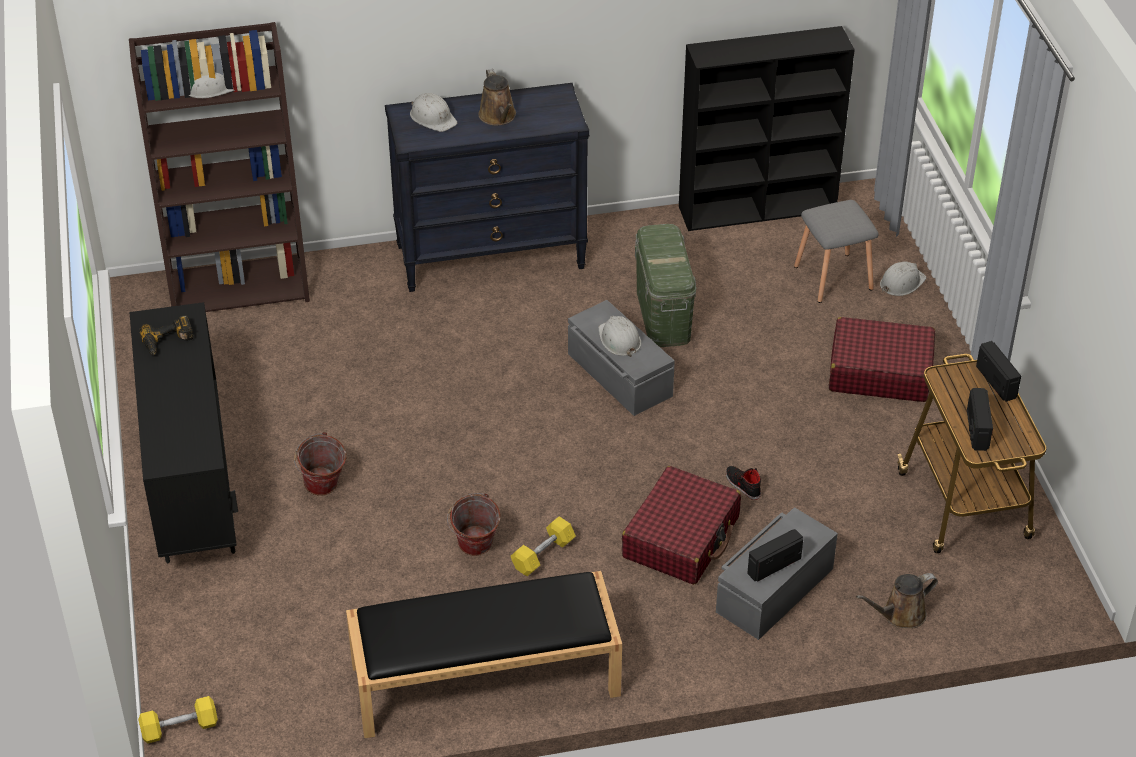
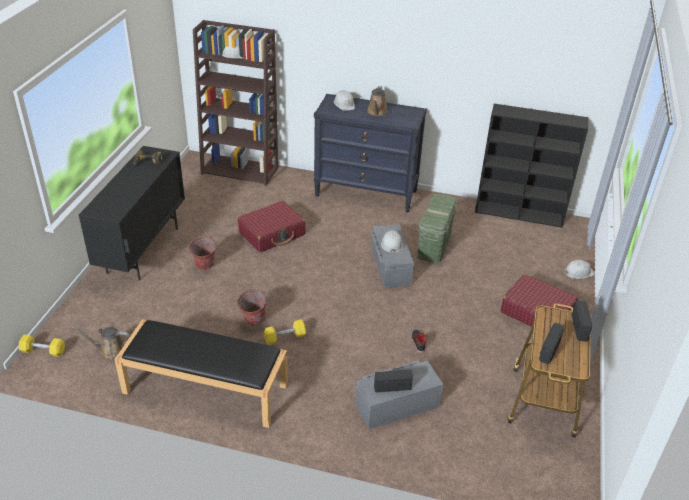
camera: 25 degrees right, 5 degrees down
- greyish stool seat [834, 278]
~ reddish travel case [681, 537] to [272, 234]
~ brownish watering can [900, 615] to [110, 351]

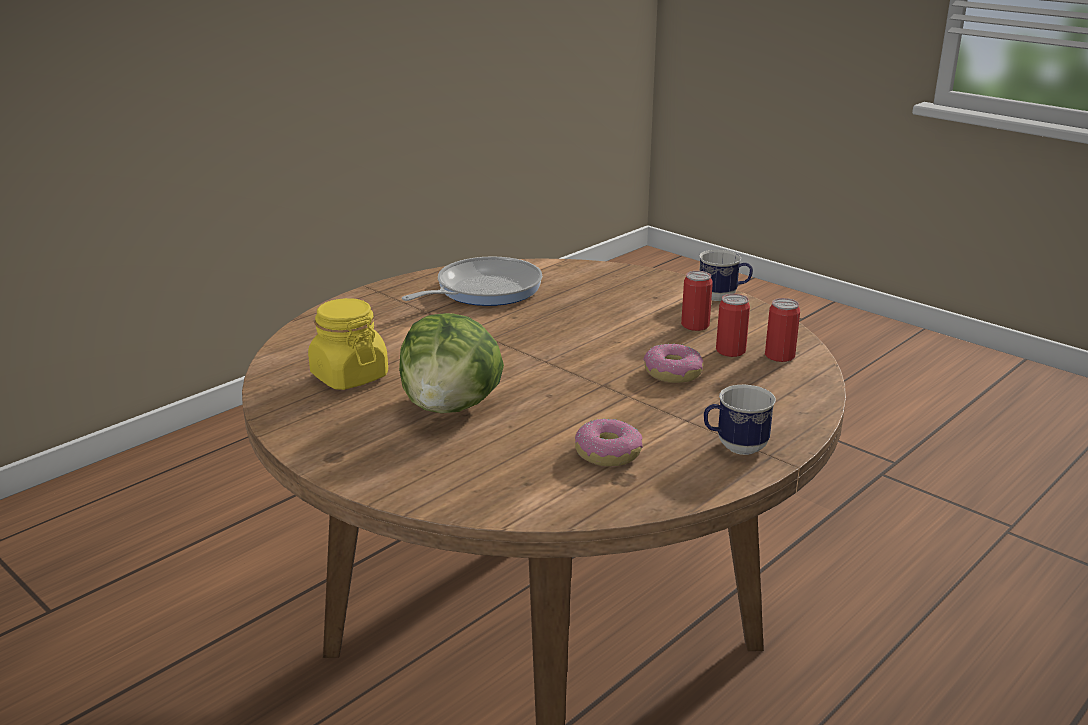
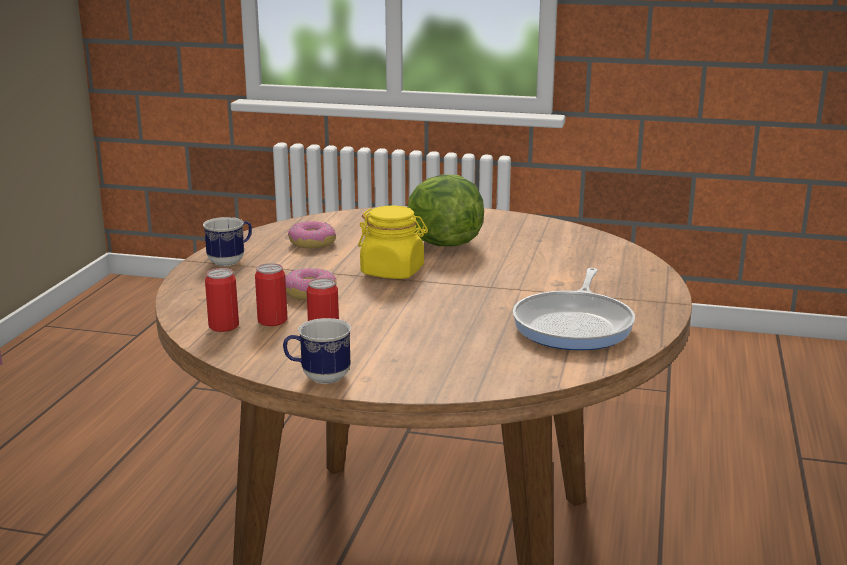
camera: 150 degrees right, 5 degrees down
~ yellow-coloured preserve jar [349, 376] to [393, 272]

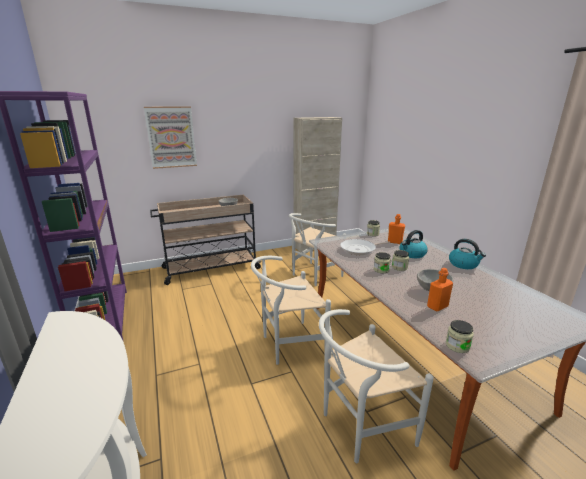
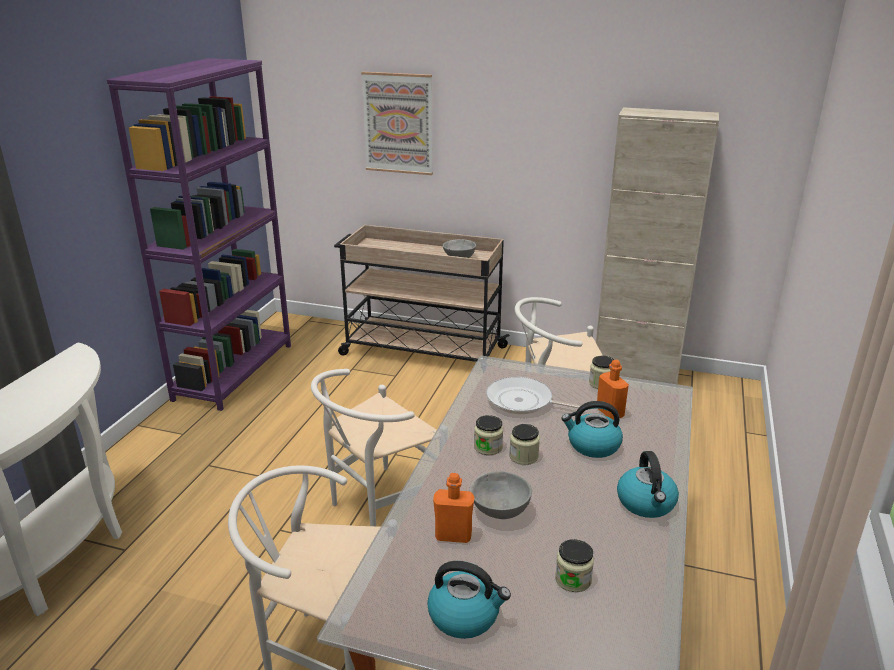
camera: 40 degrees right, 5 degrees up
~ white upright chair [288, 345] = [378, 509] 60 degrees counterclockwise
~ preserve jar [457, 346] to [573, 579]
+ water kettle [465, 615]

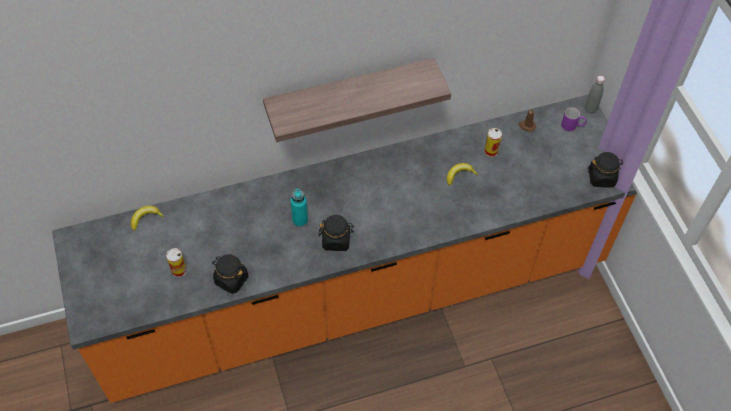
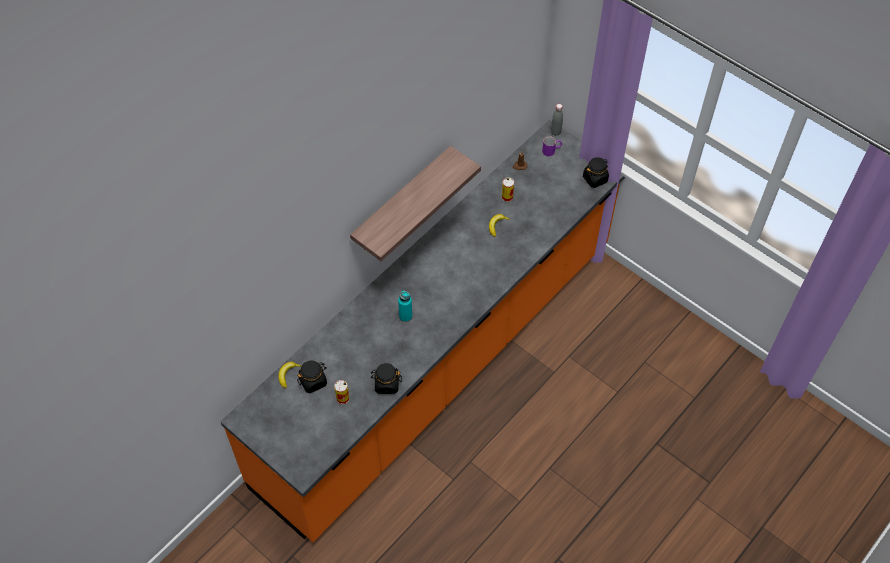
camera: 30 degrees left, 0 degrees up
~ black preserve jar [336, 240] to [313, 381]

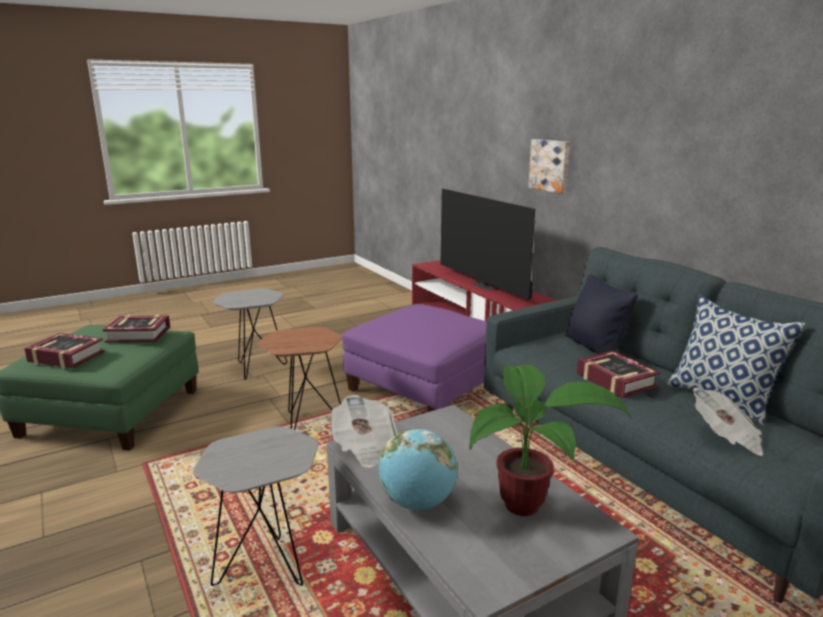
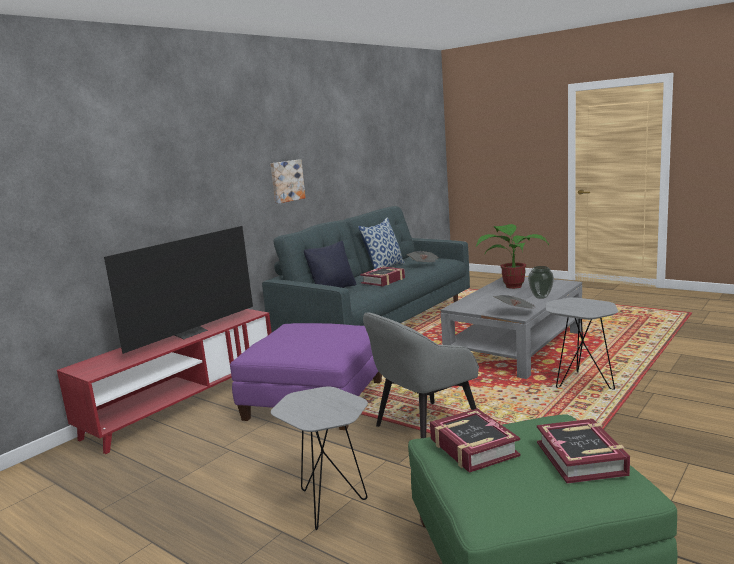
camera: 110 degrees left, 5 degrees down
~ wall picture [550, 165] to [286, 181]
~ brownish end table [305, 423] to greyish lounge chair [425, 427]
~ desk globe [418, 502] to decorative vase [541, 297]

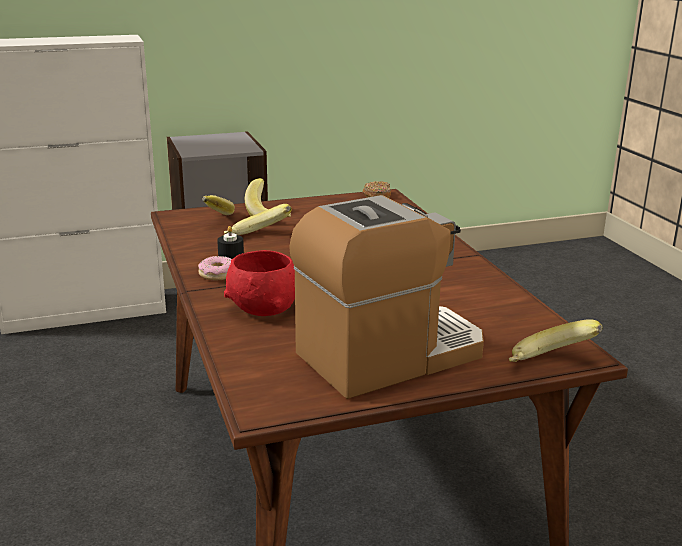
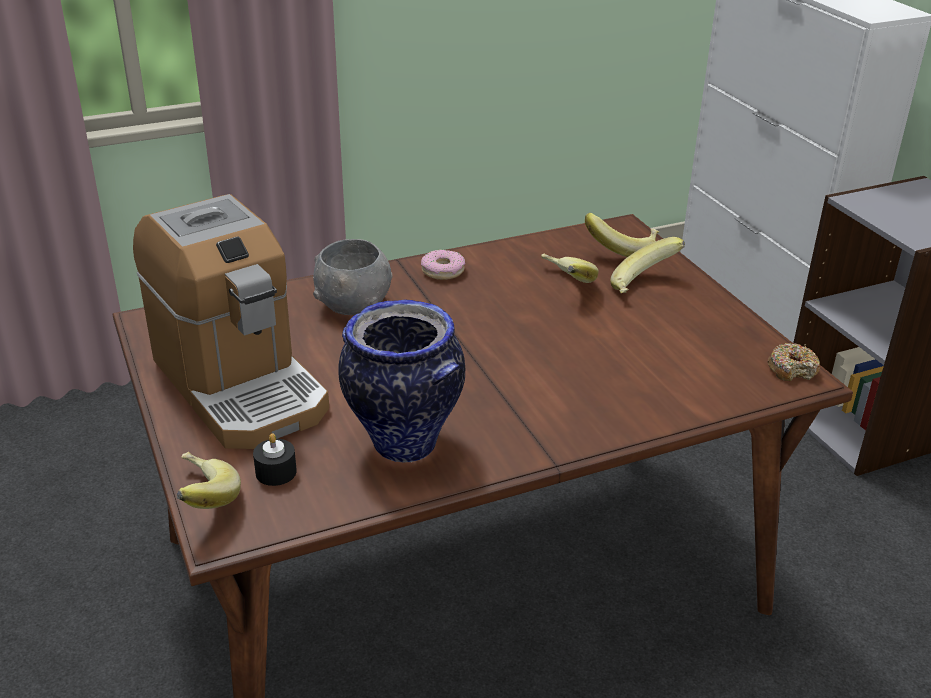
camera: 85 degrees right, 10 degrees up
~ black wax candle [231, 254] to [276, 472]
~ reddish serving bowl [263, 308] to greyish serving bowl [355, 304]
+ decorative vase [402, 444]

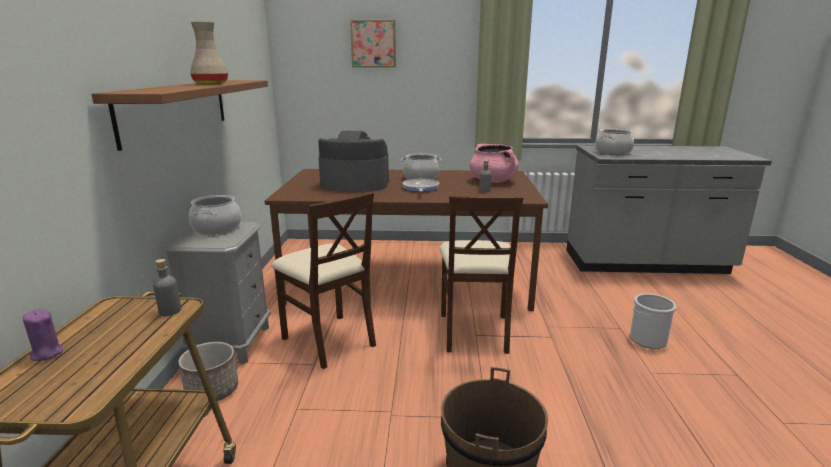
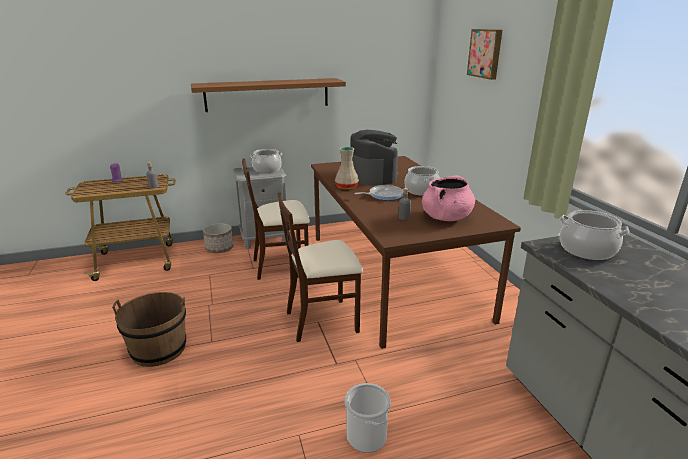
camera: 70 degrees right, 5 degrees up
~ sand-coloured decorative vase [211, 84] to [347, 186]
~ sand-coloured upright chair [329, 340] = [281, 265] 45 degrees clockwise

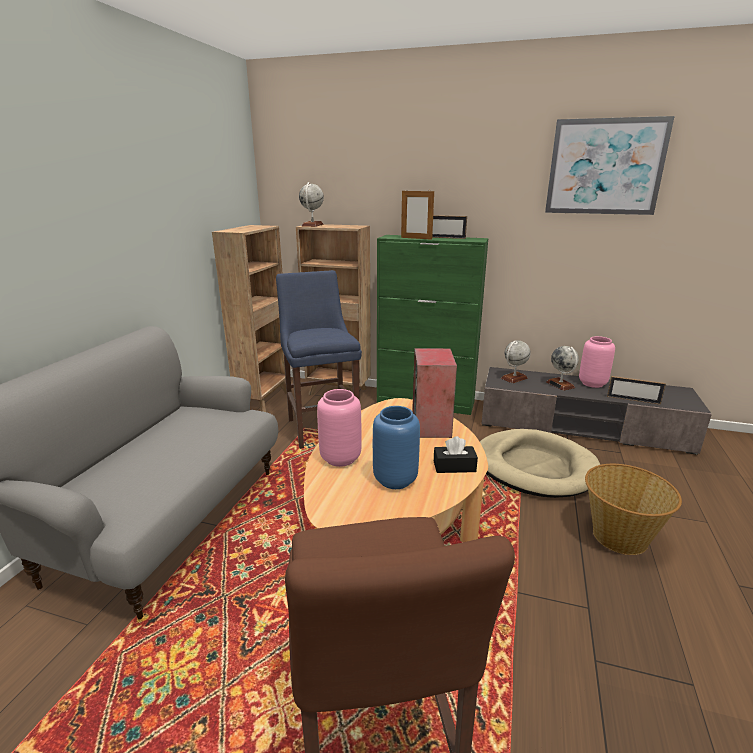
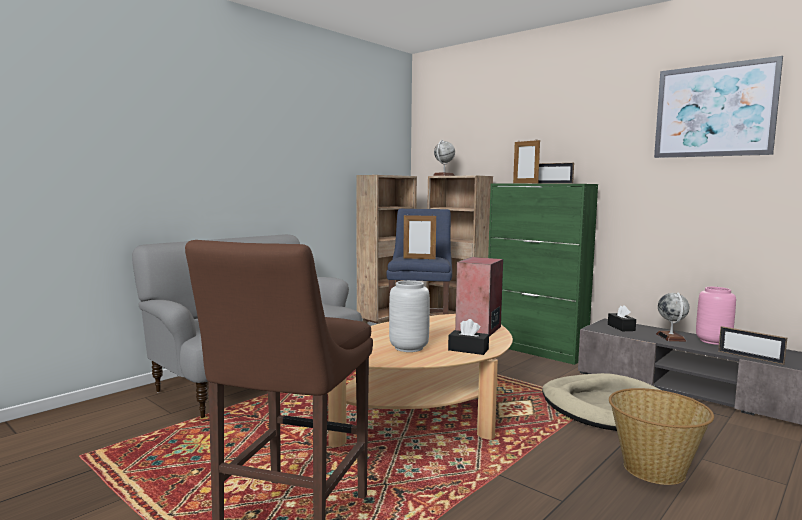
camera: 25 degrees right, 15 degrees down
~ desk globe [514, 378] to black tissue box [621, 327]
- pinkish decorative vase [340, 459]
~ blue-coloured decorative vase [396, 479] to greyish decorative vase [409, 348]
+ photo frame [419, 258]

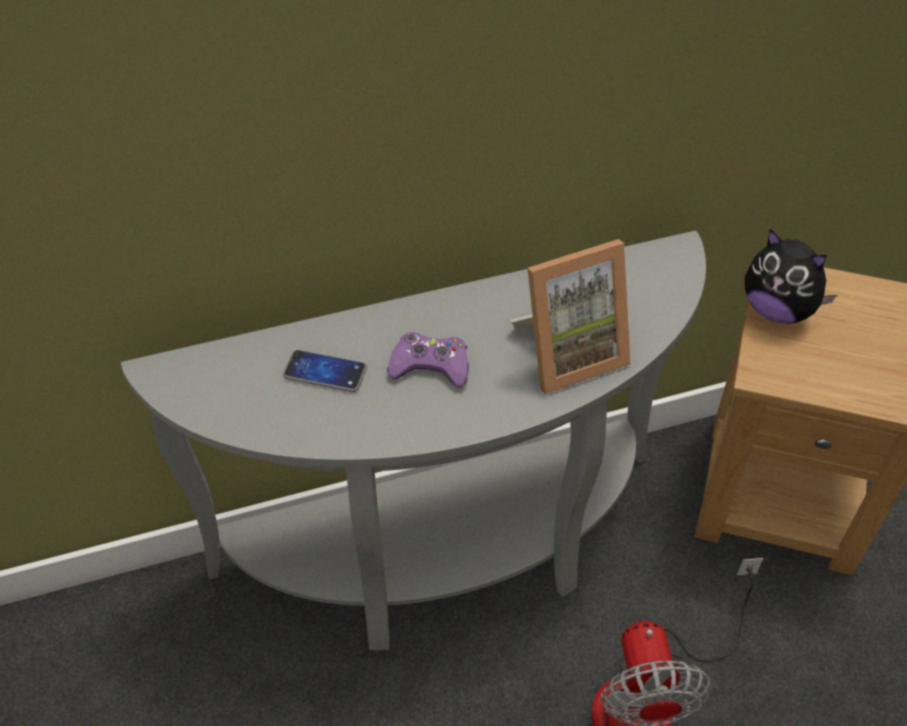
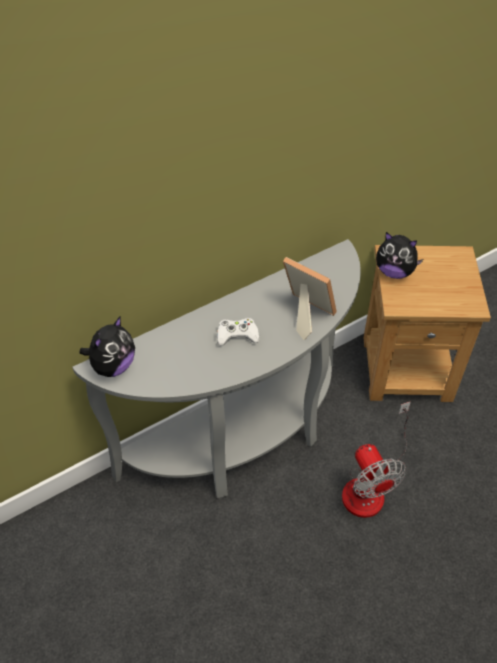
camera: 15 degrees left, 0 degrees up
~ photo frame [568, 353] = [304, 314] 105 degrees counterclockwise
~ purple gamepad [430, 365] to white gamepad [237, 335]
- telephone [325, 372]
+ cuddly toy [113, 366]

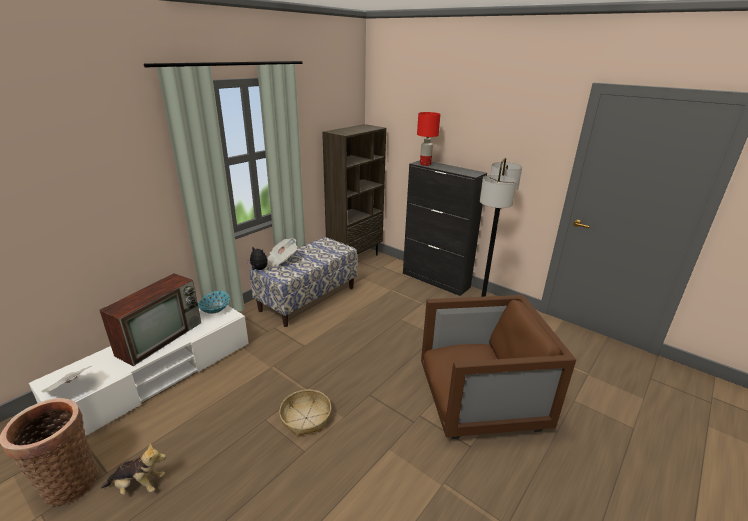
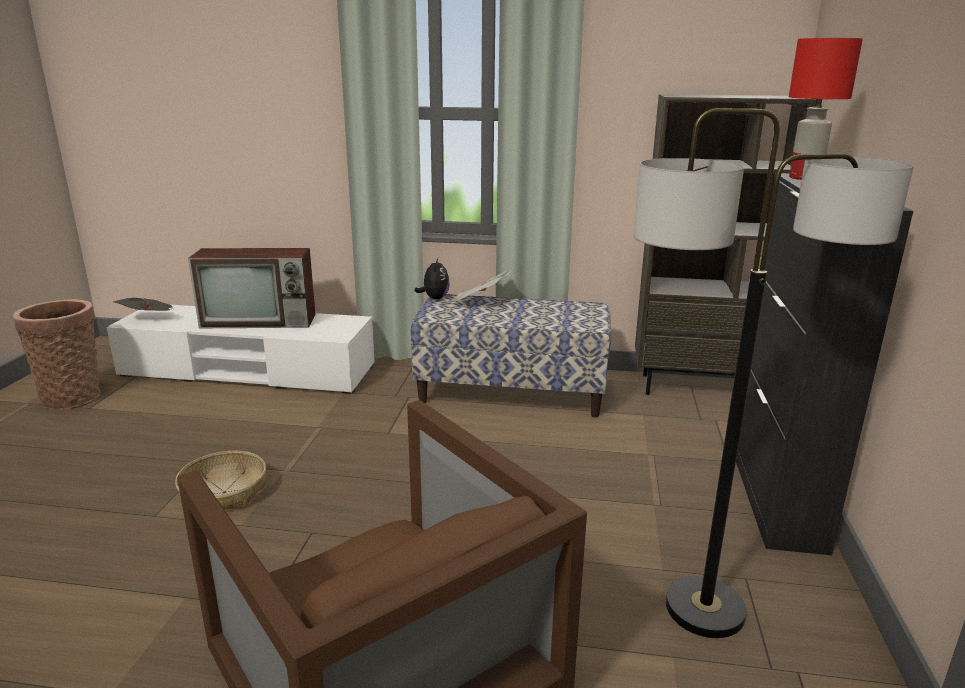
camera: 60 degrees right, 5 degrees down
- serving bowl [215, 309]
- cuddly toy [138, 485]

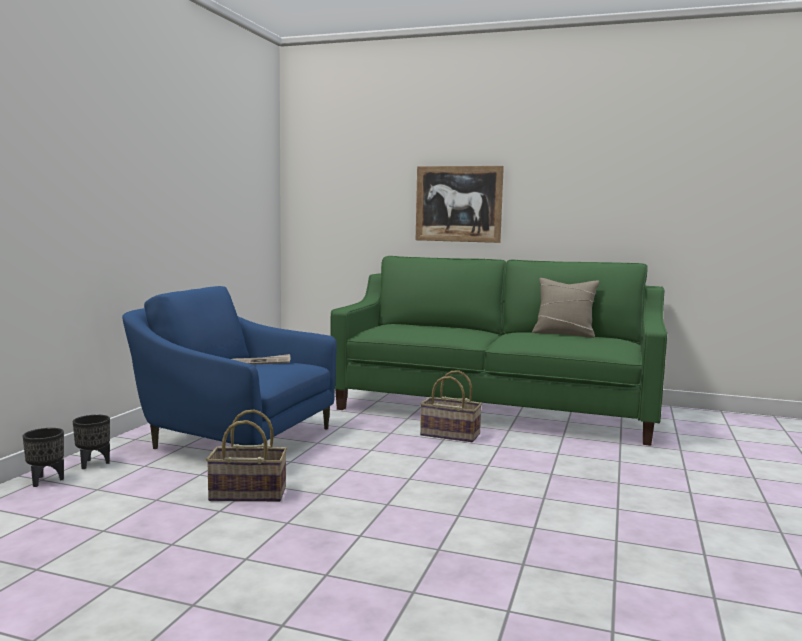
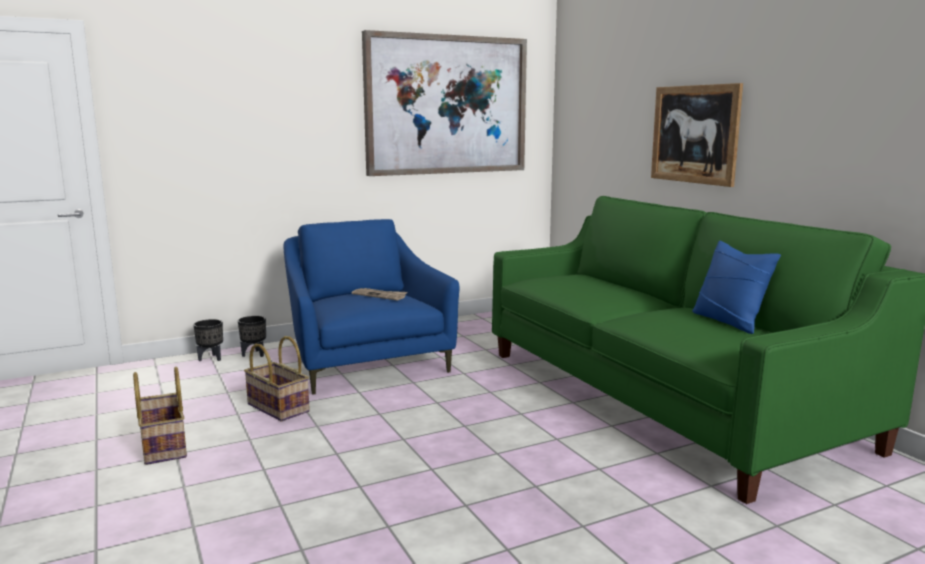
camera: 45 degrees right, 5 degrees up
~ sand-coloured cushion [564, 334] to blue-coloured cushion [729, 321]
~ basket [449, 435] to [163, 446]
+ wall picture [446, 105]

